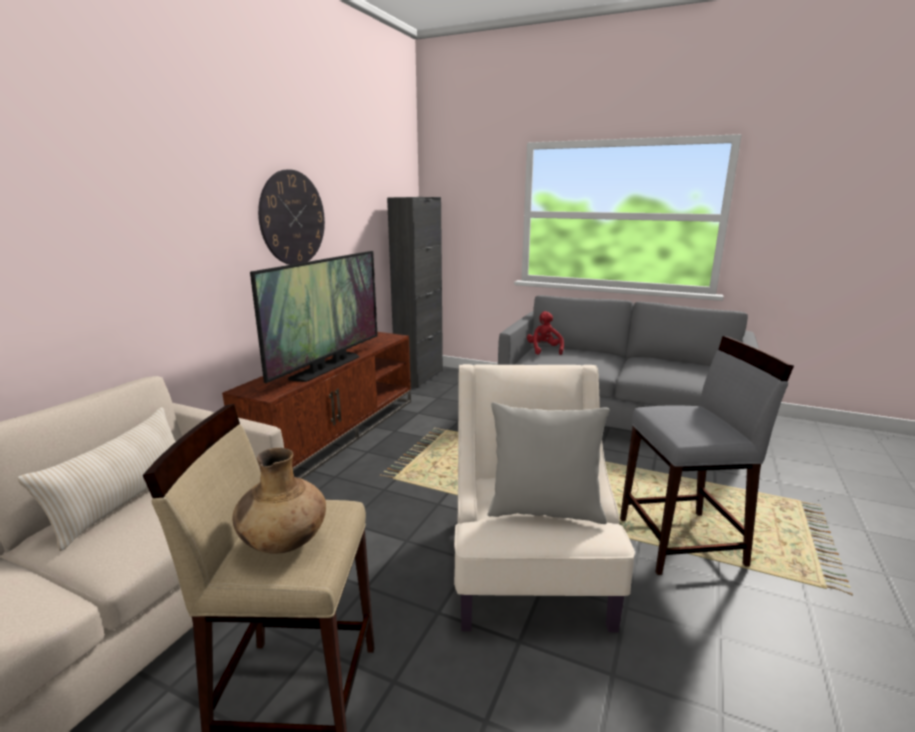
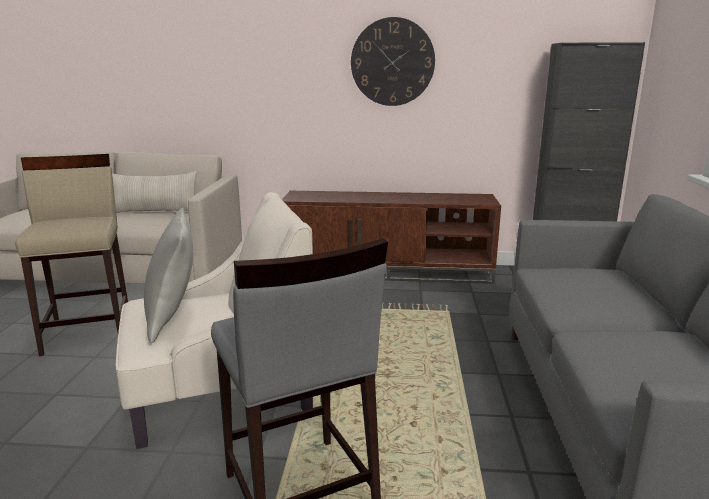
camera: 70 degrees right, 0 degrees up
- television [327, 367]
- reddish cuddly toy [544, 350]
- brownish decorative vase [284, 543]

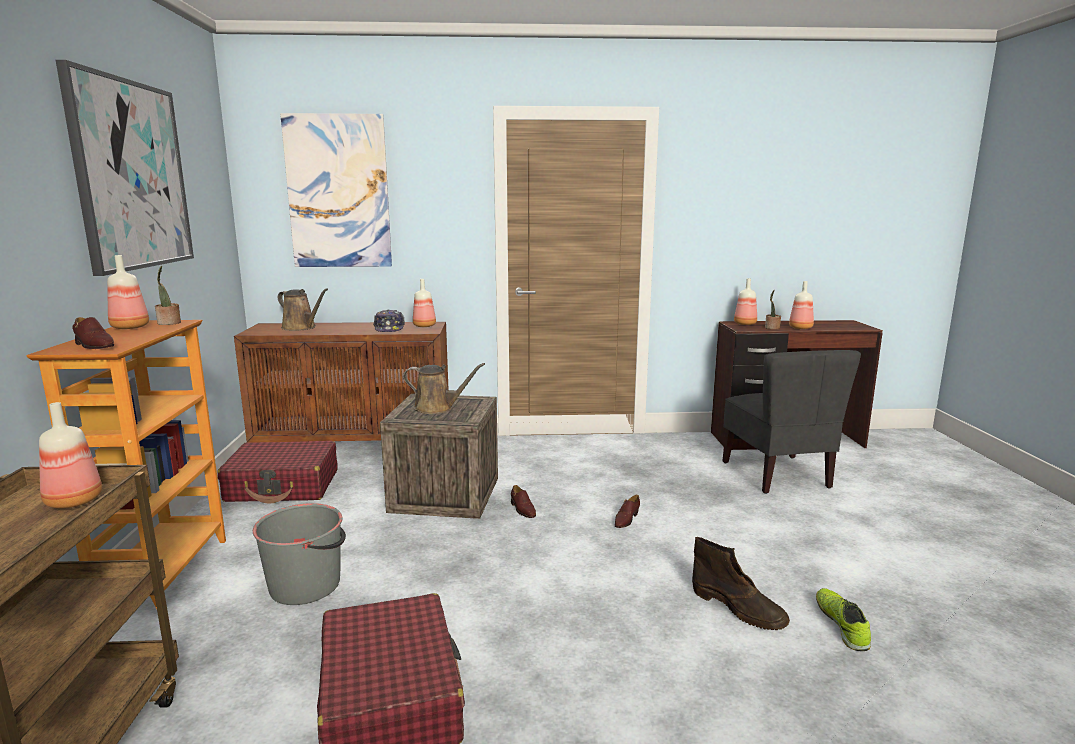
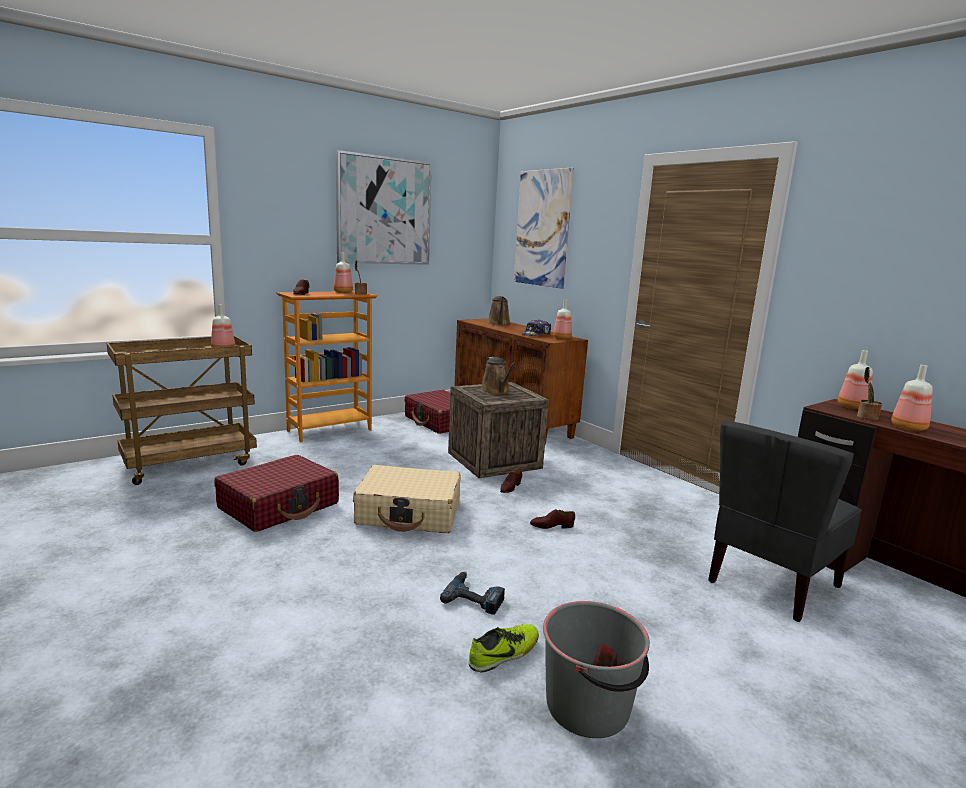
camera: 55 degrees right, 0 degrees up
~ greyish bucket [306, 585] to [589, 707]
~ brownish tall boot [738, 608] to power drill [474, 597]
+ sand-coloured travel case [409, 513]

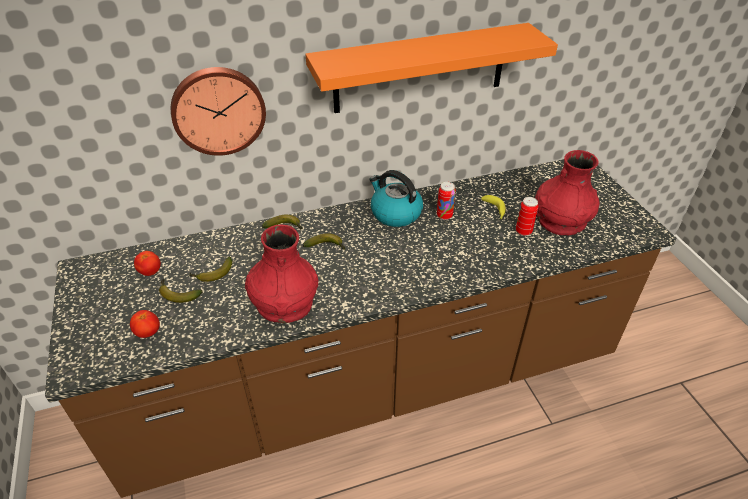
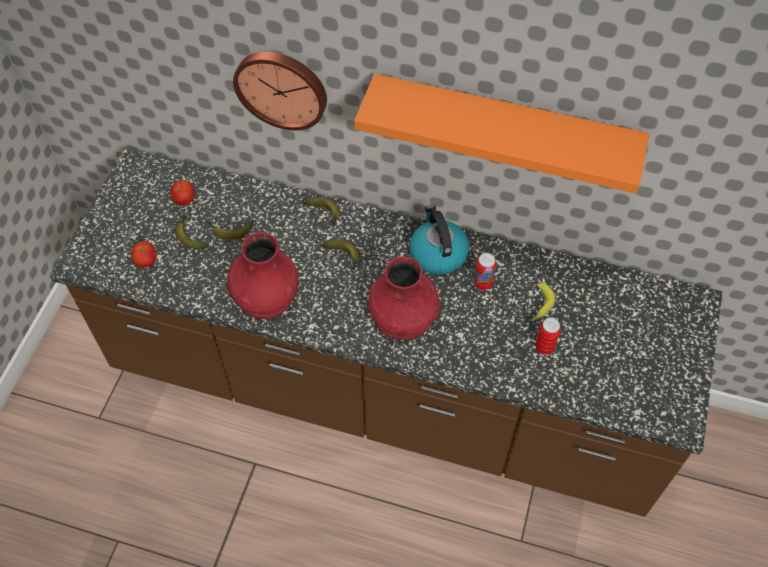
camera: 35 degrees right, 15 degrees up
~ reddish decorative vase [561, 219] to [403, 315]

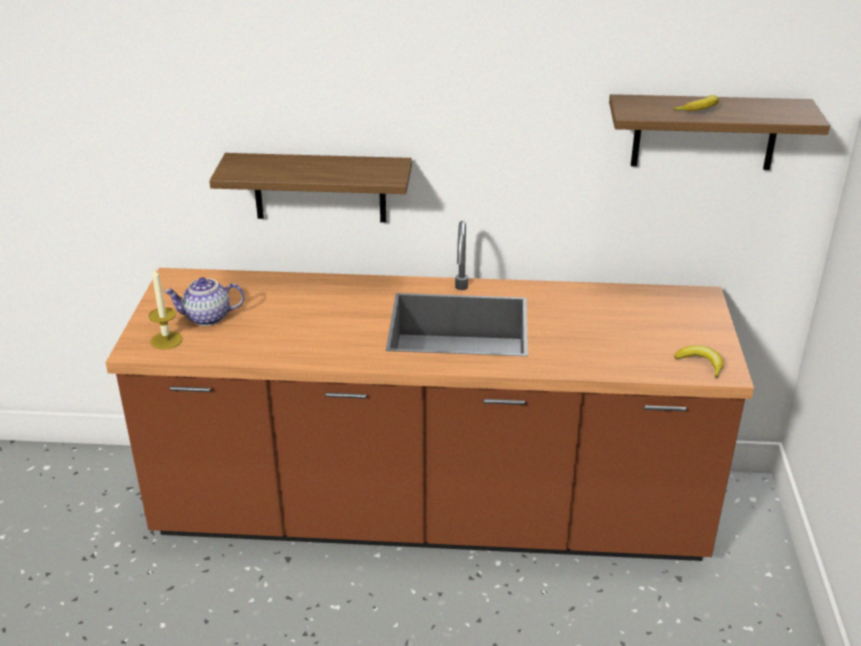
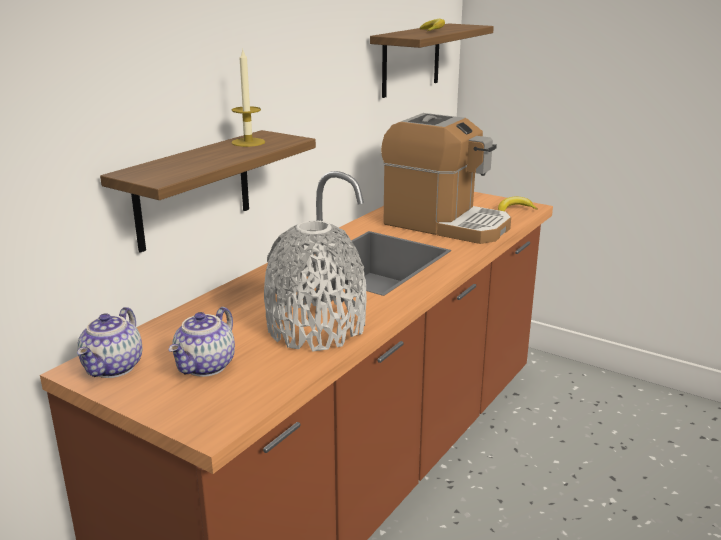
camera: 60 degrees left, 10 degrees down
~ wax candle [166, 340] to [248, 142]
+ coffee maker [445, 224]
+ greyish decorative vase [316, 328]
+ tea pot [114, 368]

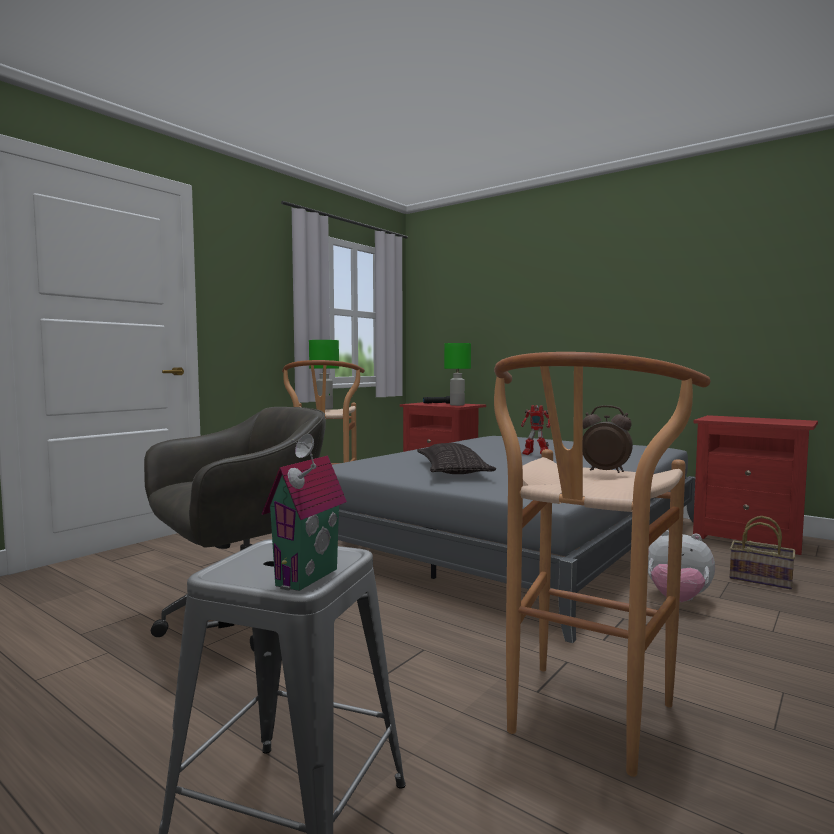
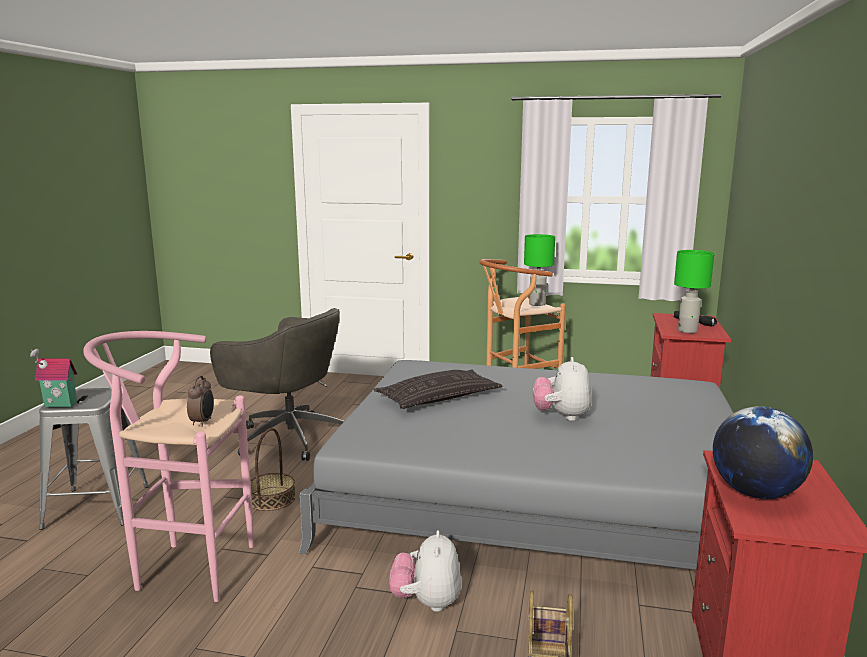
camera: 65 degrees right, 10 degrees up
~ brownish stool seat [581, 725] to pinkish stool seat [184, 568]
~ robot figure [535, 455] to cuddly toy [561, 416]
+ desk globe [755, 493]
+ basket [271, 498]

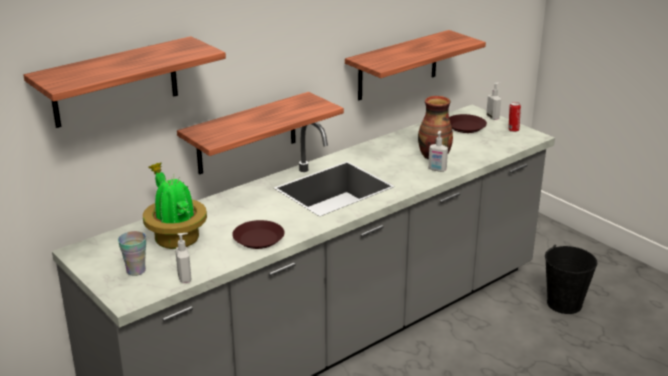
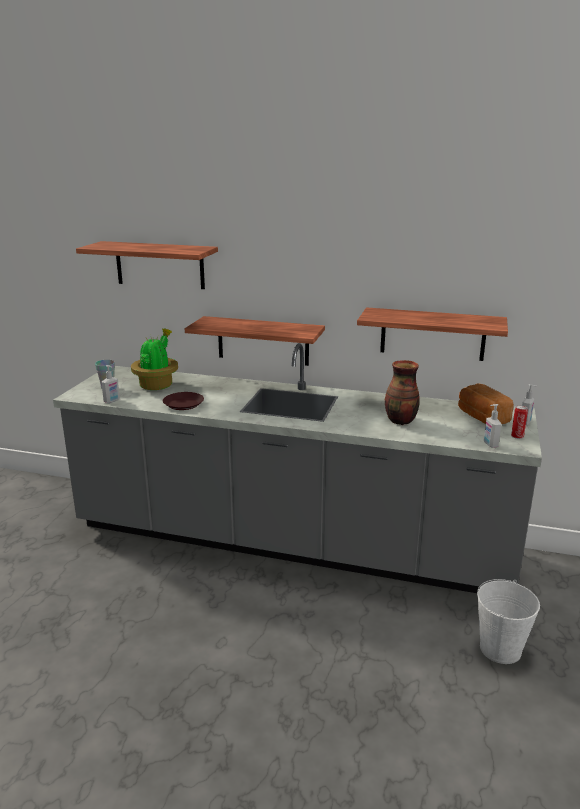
camera: 55 degrees right, 5 degrees down
~ brownish plate [465, 127] to bread [481, 417]
~ soap dispenser [437, 169] to [490, 444]
~ black bucket [564, 303] to white bucket [500, 649]

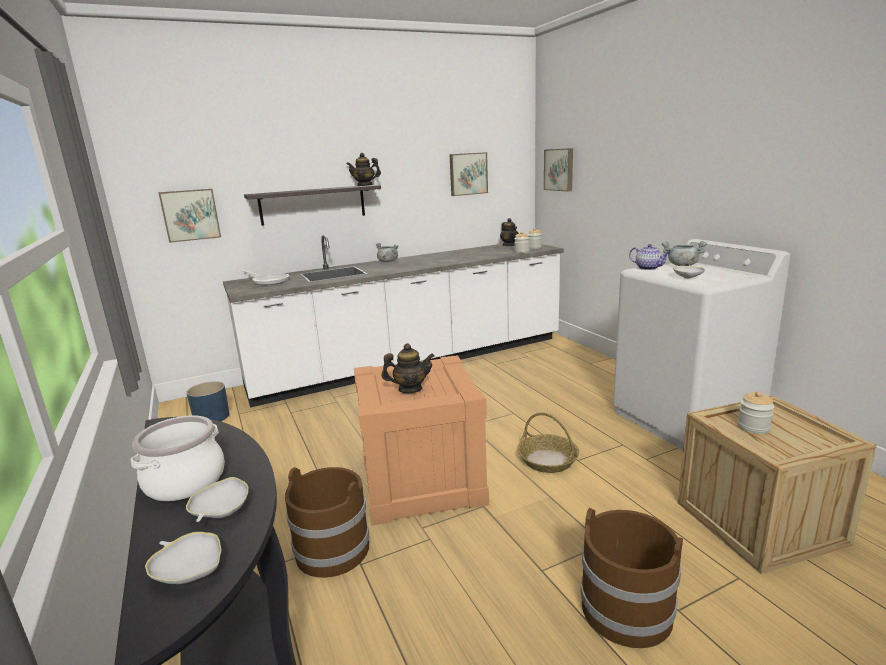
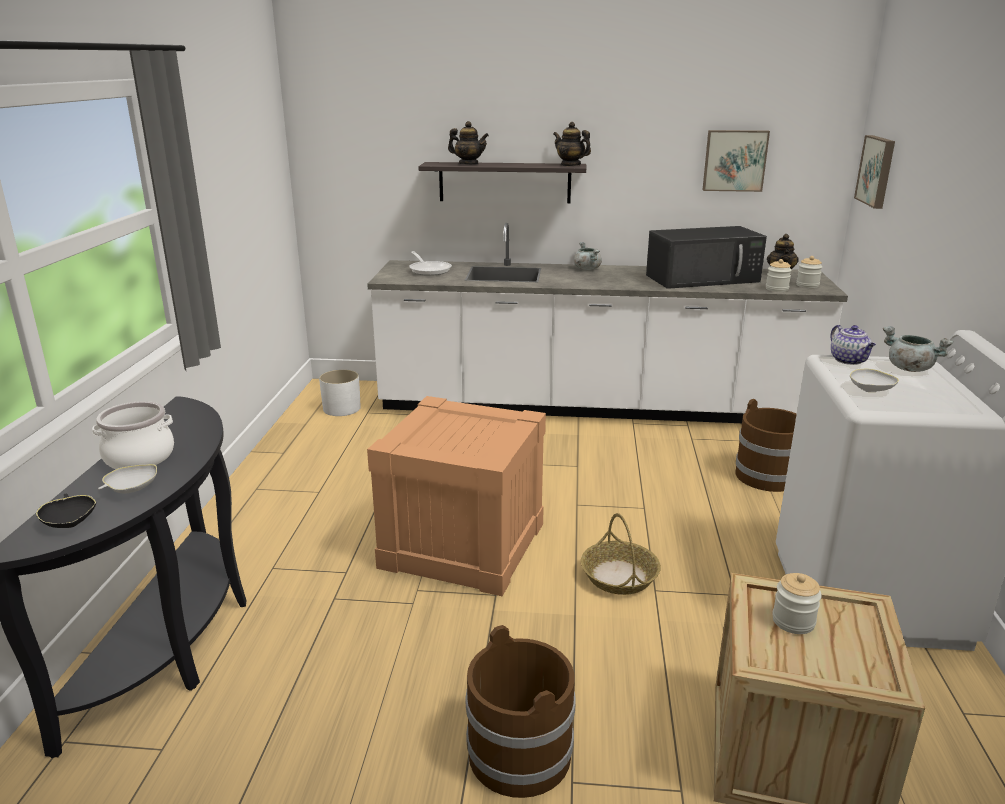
camera: 30 degrees right, 5 degrees up
- wall picture [190, 215]
~ tea pot [410, 389] to [468, 164]
~ blue-coloured flower pot [211, 417] to white flower pot [342, 408]
~ brownish bucket [333, 550] to [767, 476]
~ white serving bowl [189, 571] to black serving bowl [70, 522]
+ black kitchen microwave [703, 278]

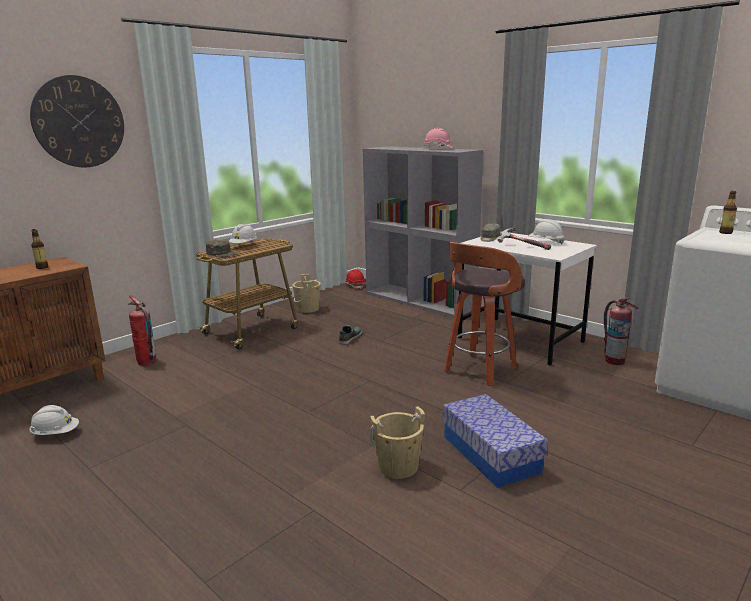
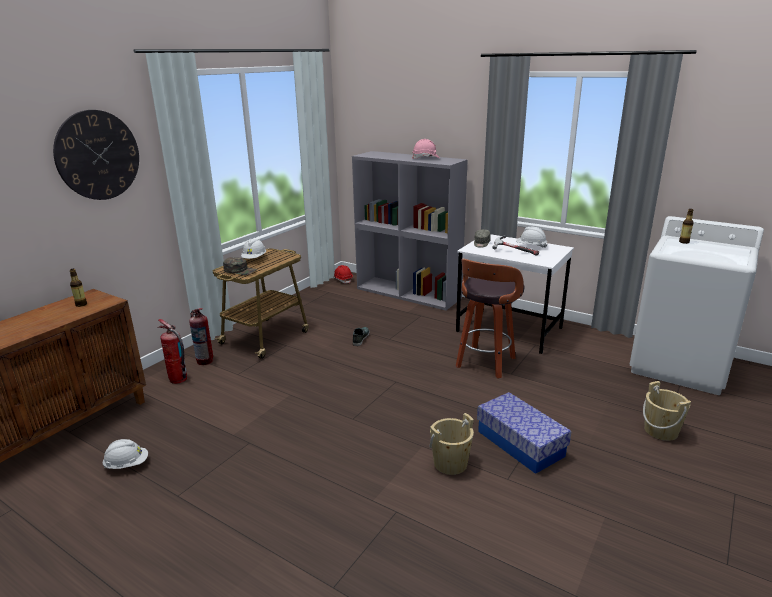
camera: 10 degrees left, 5 degrees up
~ sand-coloured bucket [308, 309] to [661, 431]
~ extinguisher [614, 361] to [205, 360]

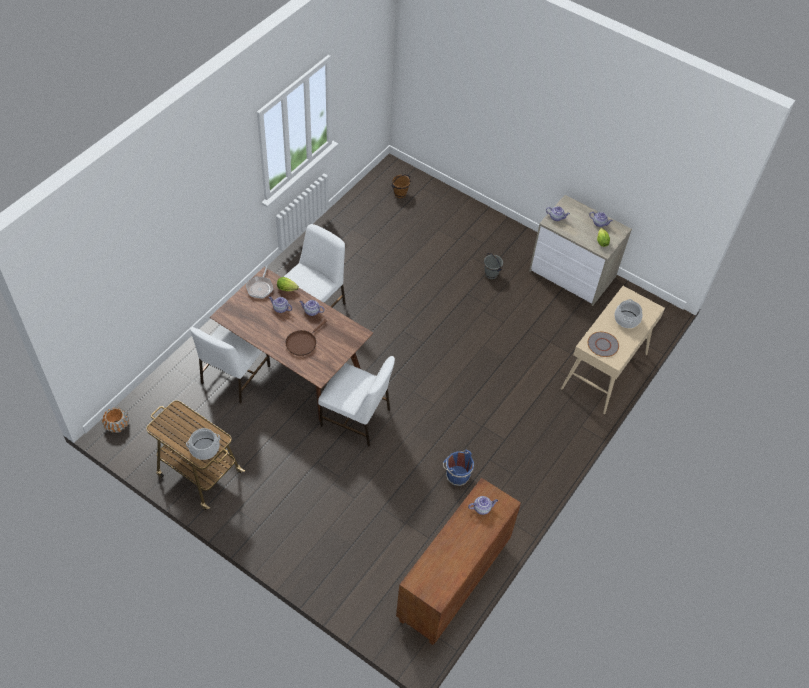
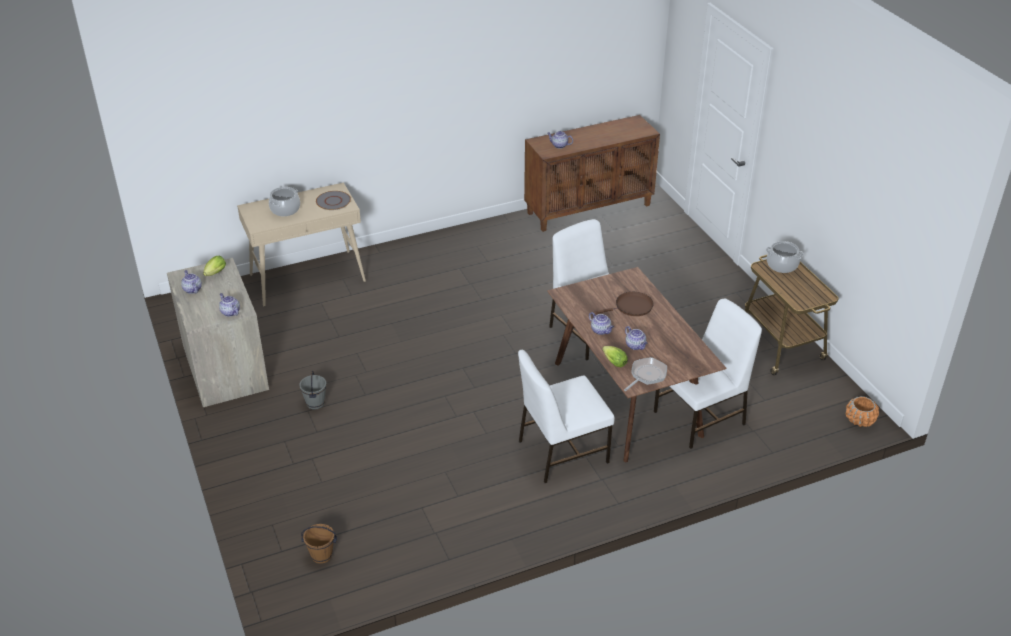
camera: 145 degrees left, 15 degrees down
- blue-coloured bucket [456, 475]

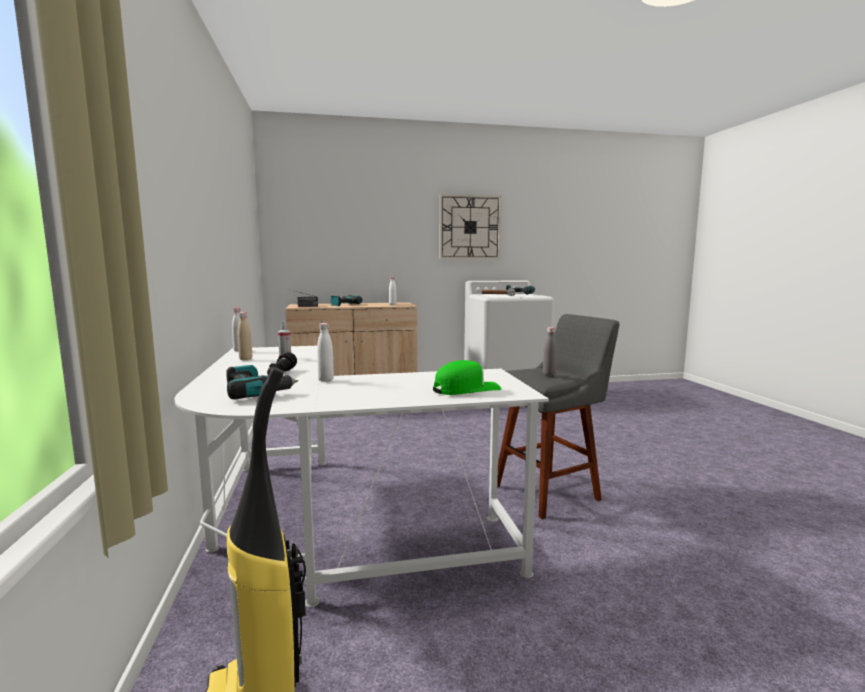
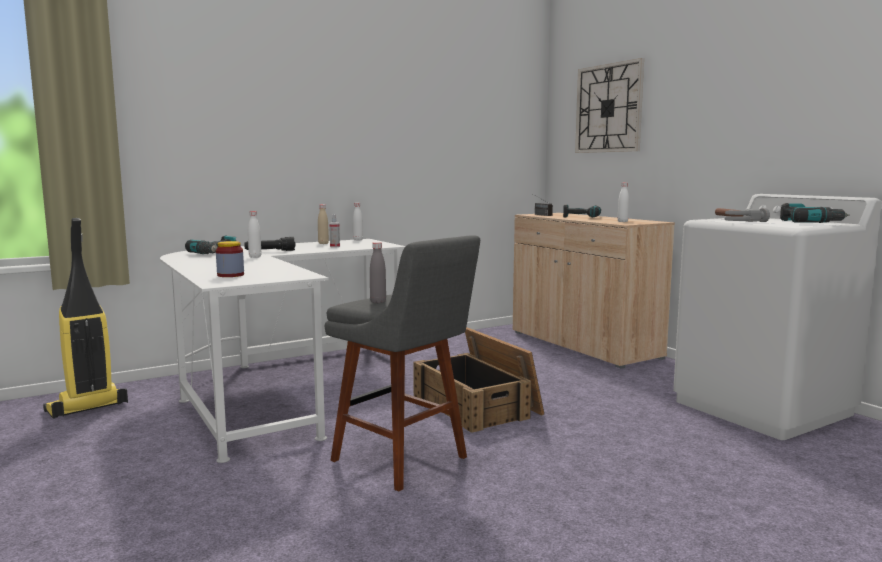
camera: 70 degrees right, 0 degrees up
~ wall clock [470, 227] to [608, 108]
~ green baseball cap [466, 389] to preserve jar [230, 275]
+ packing crate [477, 405]

